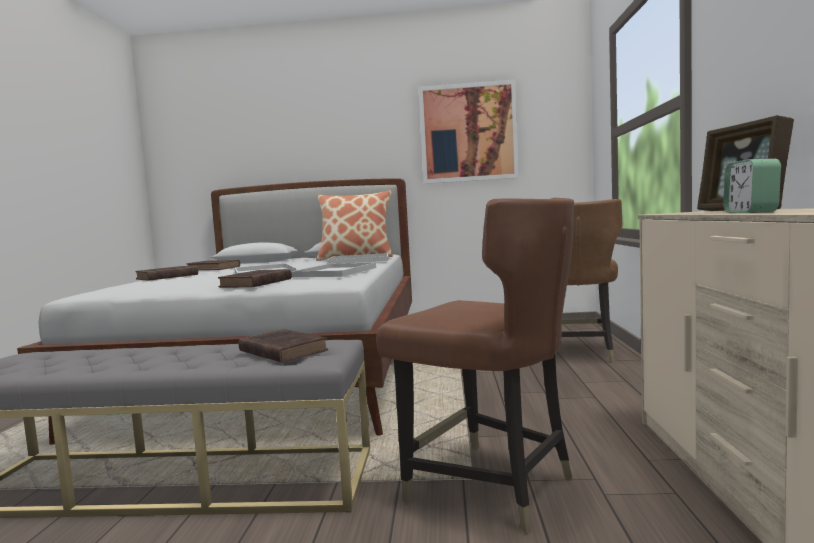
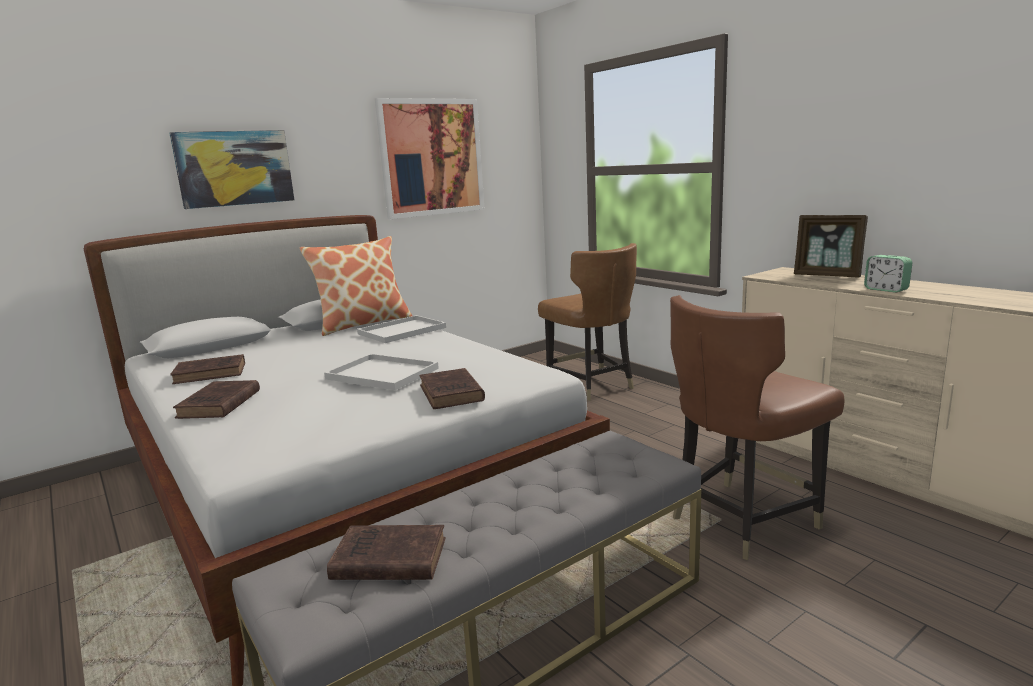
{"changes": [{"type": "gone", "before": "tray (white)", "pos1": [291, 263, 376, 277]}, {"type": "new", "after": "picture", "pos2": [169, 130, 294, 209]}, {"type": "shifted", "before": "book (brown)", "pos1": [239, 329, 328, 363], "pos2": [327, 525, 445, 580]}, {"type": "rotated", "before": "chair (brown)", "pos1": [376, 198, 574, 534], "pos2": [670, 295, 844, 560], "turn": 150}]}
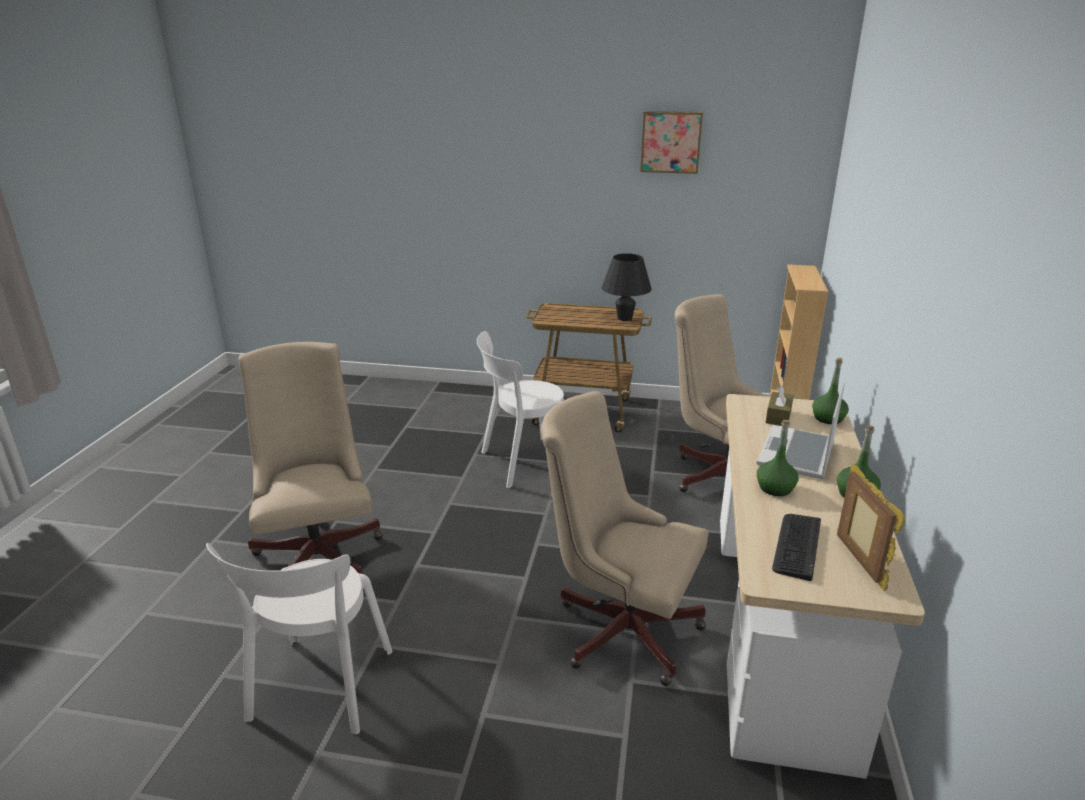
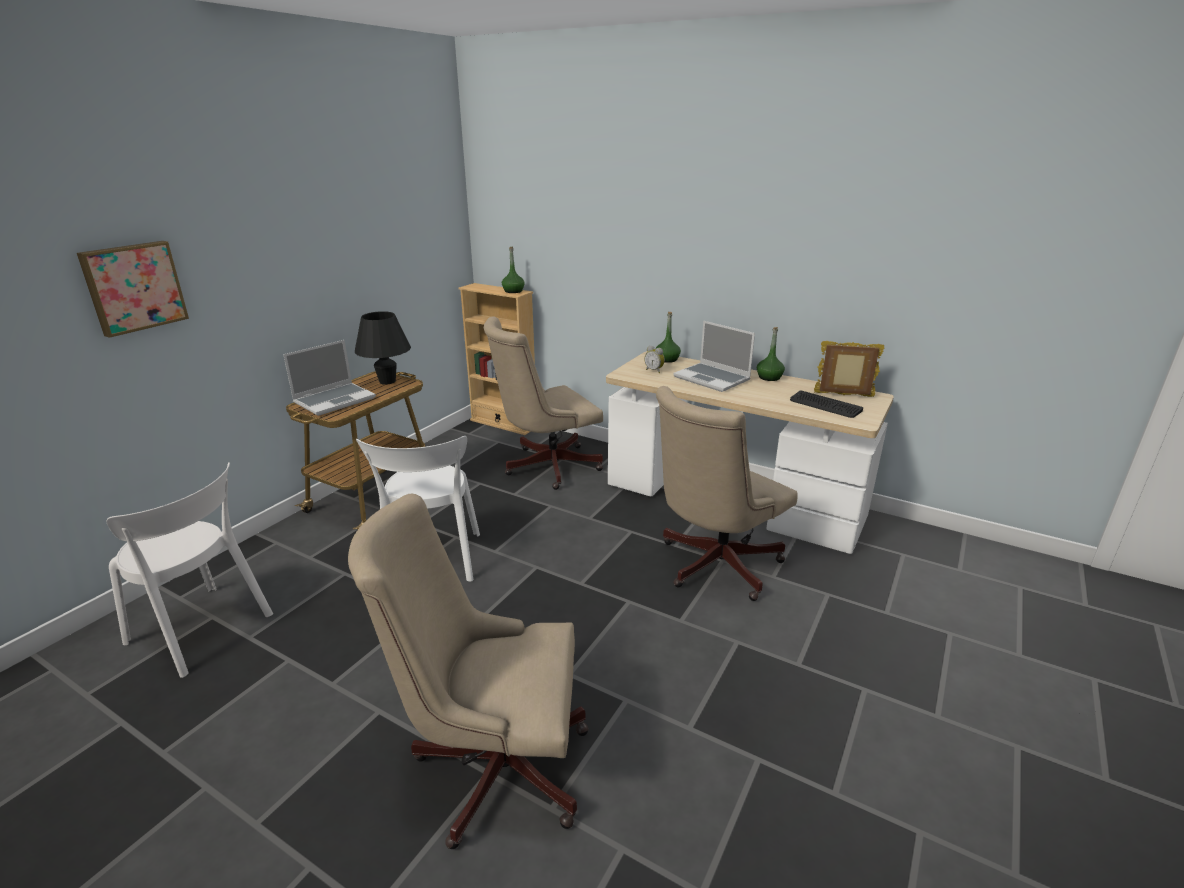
{"changes": [{"type": "new", "after": "laptop", "pos2": [283, 340, 376, 416]}, {"type": "shifted", "before": "chair (white)", "pos1": [206, 543, 392, 734], "pos2": [106, 462, 273, 678]}, {"type": "shifted", "before": "picture", "pos1": [640, 111, 703, 174], "pos2": [77, 241, 189, 338]}, {"type": "shifted", "before": "bottle (green)", "pos1": [757, 420, 799, 496], "pos2": [502, 246, 525, 293]}, {"type": "swapped", "before": "tissue box (brown)", "after": "alarm clock", "pos1": [765, 385, 794, 426], "pos2": [644, 345, 665, 373]}]}
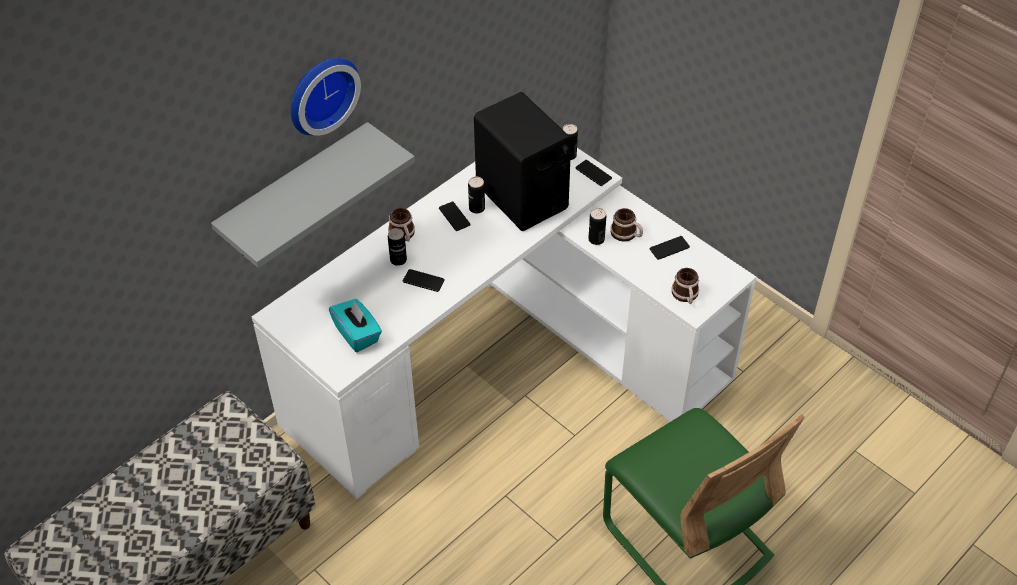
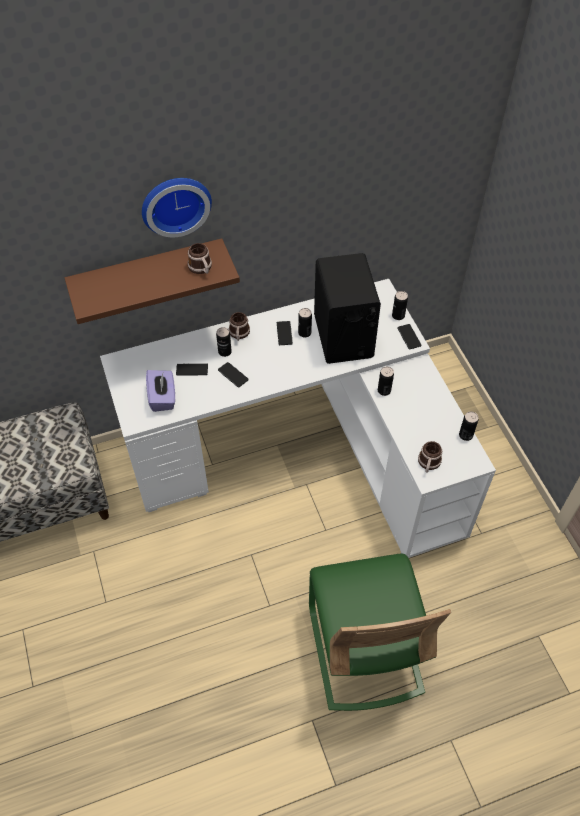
{"changes": [{"type": "new", "after": "can", "pos2": [459, 411, 479, 441]}, {"type": "shifted", "before": "mug", "pos1": [611, 208, 643, 242], "pos2": [187, 243, 212, 274]}, {"type": "shifted", "before": "phone", "pos1": [650, 236, 690, 260], "pos2": [176, 363, 208, 376]}, {"type": "repainted", "before": "shelf (grey)", "after": "shelf (brown)", "pos1": [211, 122, 415, 268], "pos2": [65, 238, 240, 324]}, {"type": "repainted", "before": "tissue box (turquoise)", "after": "tissue box (purple)", "pos1": [329, 299, 382, 352], "pos2": [146, 370, 175, 412]}]}
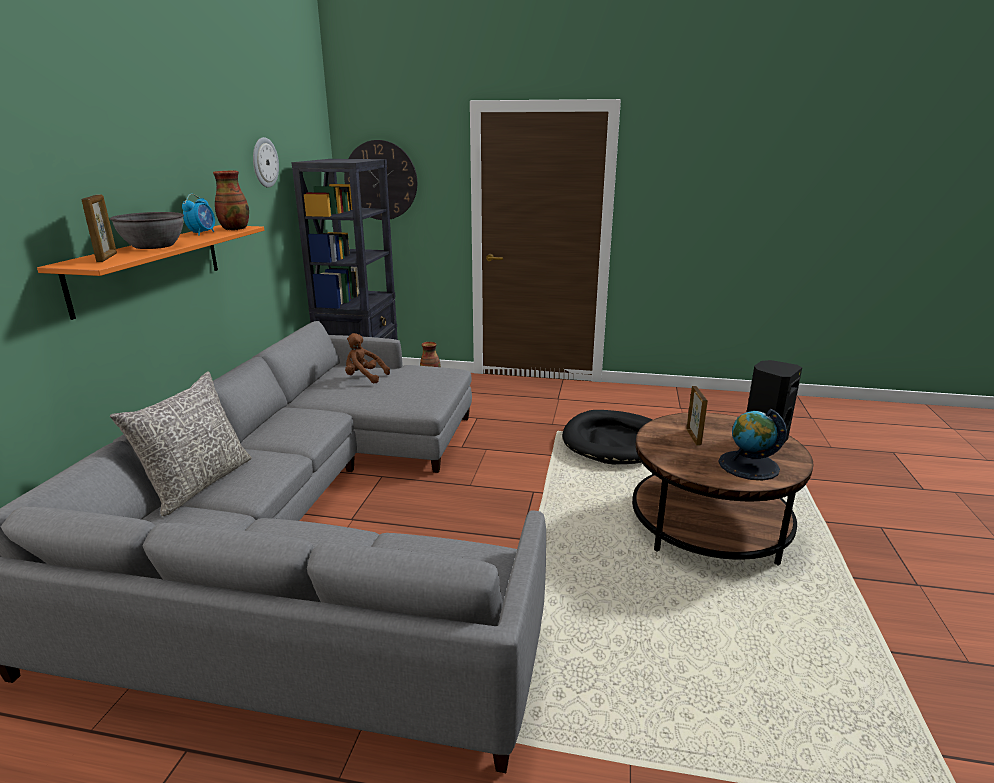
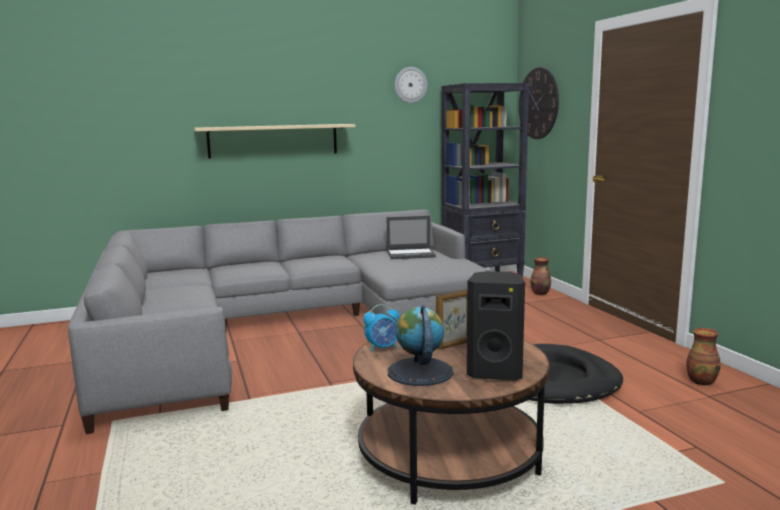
{"changes": [{"type": "gone", "before": "picture frame", "pos1": [81, 194, 117, 262]}, {"type": "gone", "before": "bowl (grey)", "pos1": [110, 212, 184, 249]}, {"type": "gone", "before": "pillow (grey)", "pos1": [110, 372, 252, 516]}, {"type": "shifted", "before": "alarm clock", "pos1": [182, 194, 215, 236], "pos2": [363, 304, 399, 352]}, {"type": "shifted", "before": "vase", "pos1": [213, 171, 249, 230], "pos2": [686, 328, 721, 385]}, {"type": "swapped", "before": "plush toy (brown)", "after": "laptop", "pos1": [345, 333, 390, 383], "pos2": [386, 216, 436, 259]}, {"type": "repainted", "before": "shelf (orange)", "after": "shelf (beige)", "pos1": [37, 225, 264, 320], "pos2": [194, 124, 355, 159]}]}
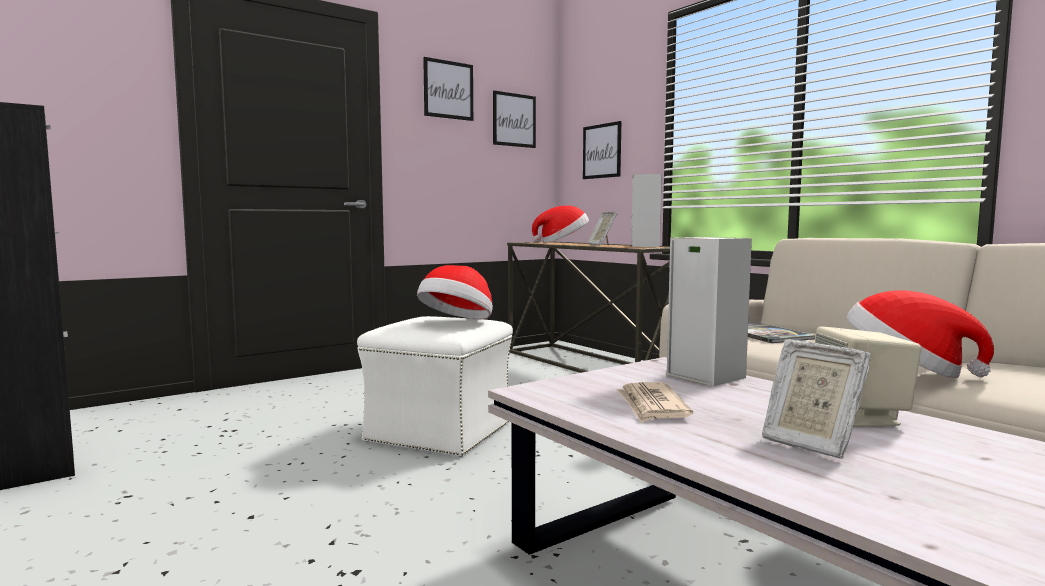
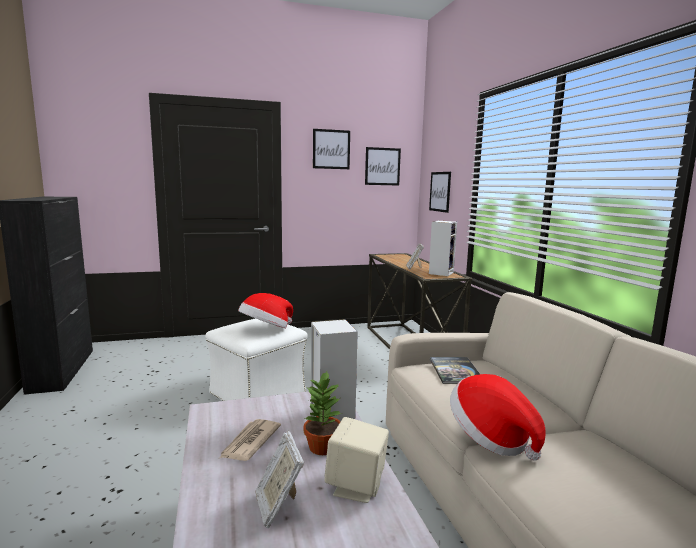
{"changes": [{"type": "gone", "before": "hat", "pos1": [532, 206, 589, 243]}, {"type": "new", "after": "potted plant", "pos2": [303, 371, 342, 455]}]}
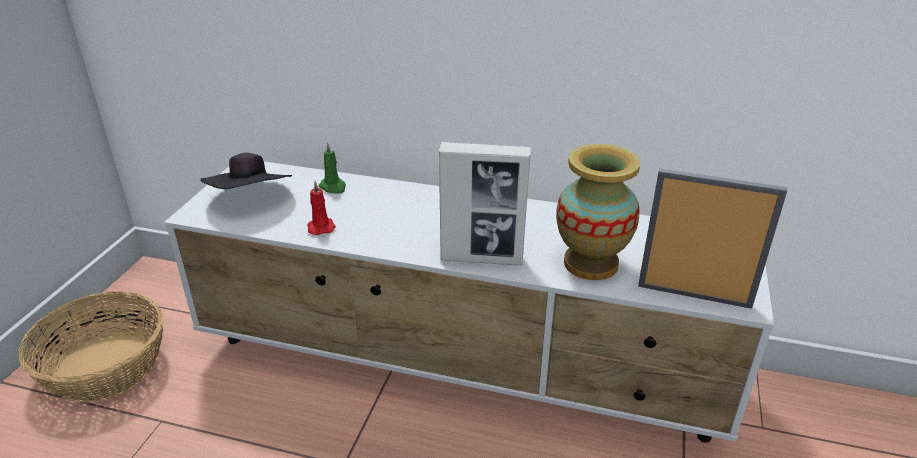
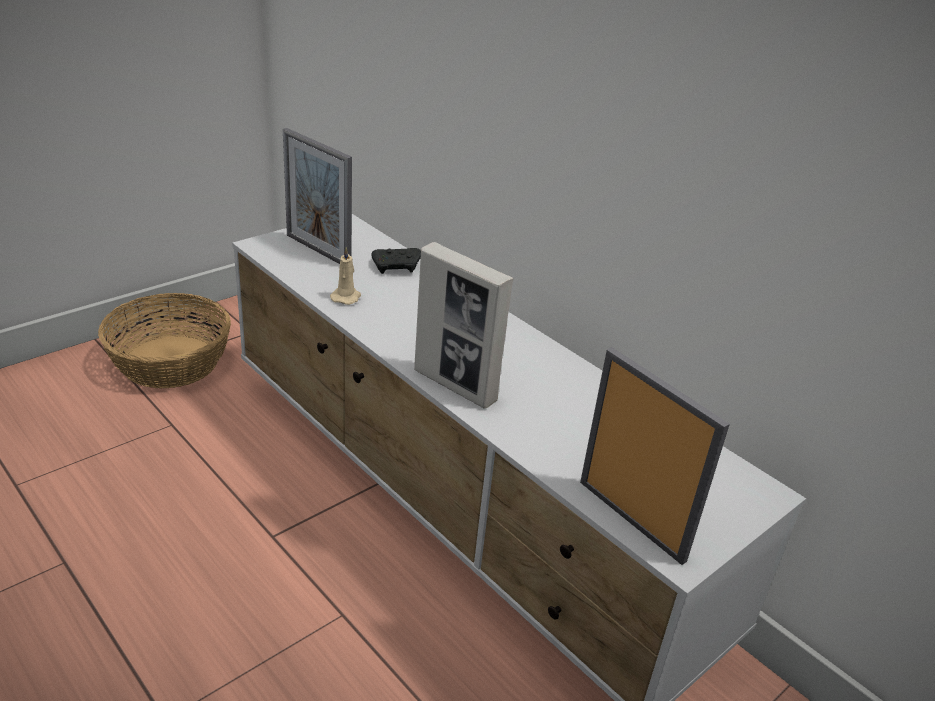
{"changes": [{"type": "gone", "before": "vase", "pos1": [556, 144, 640, 280]}, {"type": "swapped", "before": "hat (black)", "after": "picture frame", "pos1": [200, 153, 292, 189], "pos2": [283, 128, 352, 264]}, {"type": "swapped", "before": "candle (green)", "after": "game controller (black)", "pos1": [318, 143, 346, 194], "pos2": [371, 248, 421, 274]}, {"type": "repainted", "before": "candle (red)", "after": "candle (beige)", "pos1": [307, 181, 336, 235], "pos2": [330, 247, 361, 305]}]}
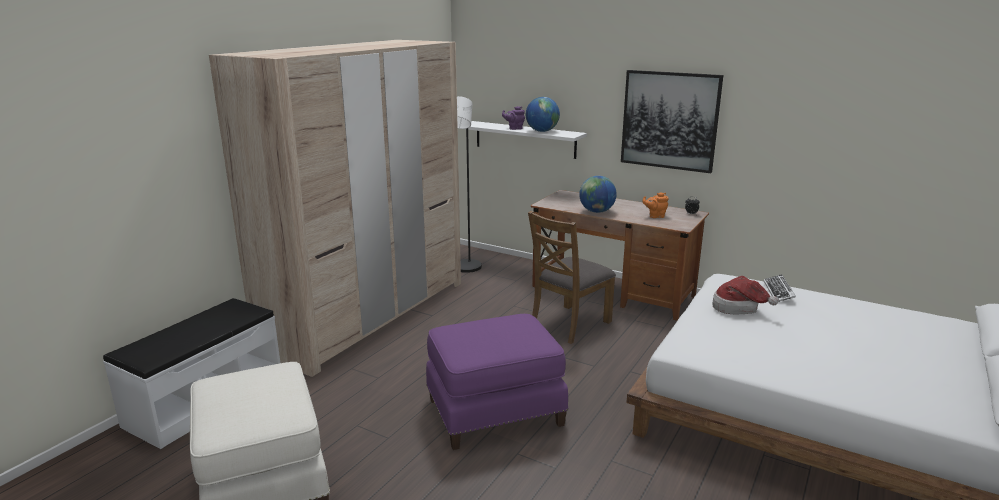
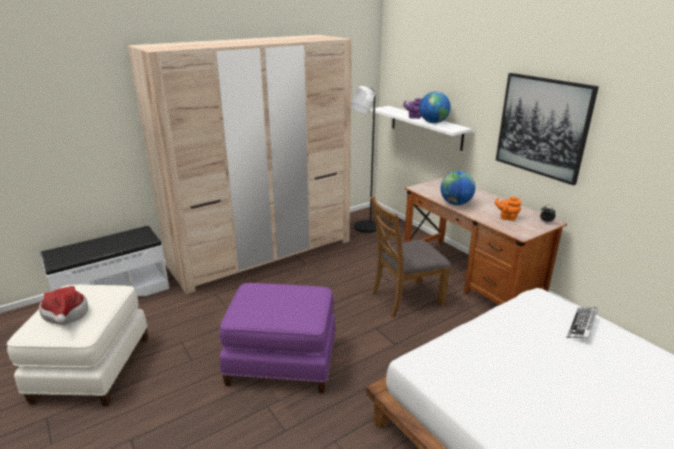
{"changes": [{"type": "shifted", "before": "hat", "pos1": [713, 276, 778, 314], "pos2": [39, 286, 88, 325]}]}
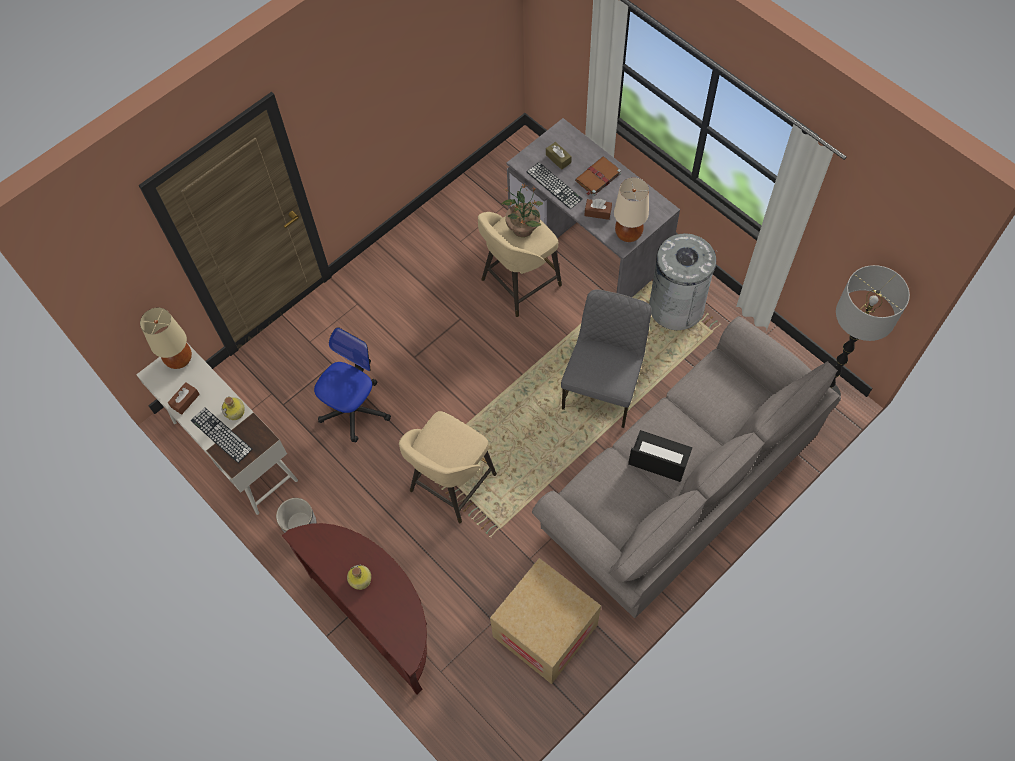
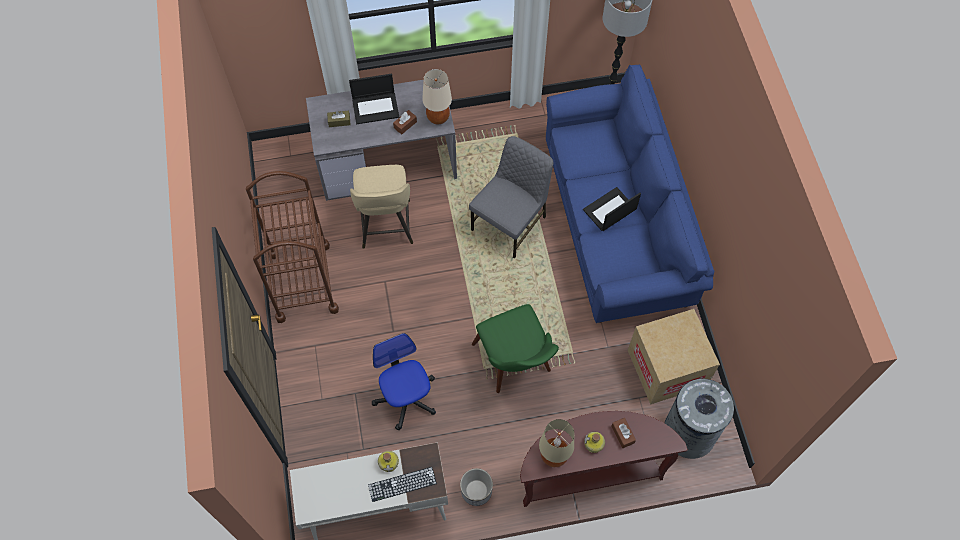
{"changes": [{"type": "gone", "before": "potted plant", "pos1": [501, 183, 543, 237]}, {"type": "gone", "before": "keyboard", "pos1": [527, 162, 583, 209]}, {"type": "new", "after": "cart (brown)", "pos2": [246, 171, 339, 323]}, {"type": "shifted", "before": "table lamp (beige)", "pos1": [140, 308, 192, 369], "pos2": [539, 419, 574, 467]}, {"type": "shifted", "before": "tissue box (brown)", "pos1": [168, 382, 200, 415], "pos2": [611, 418, 636, 448]}, {"type": "shifted", "before": "trash can (grey)", "pos1": [649, 233, 717, 330], "pos2": [665, 378, 734, 459]}, {"type": "swapped", "before": "stool (beige)", "after": "chair (green)", "pos1": [399, 411, 497, 523], "pos2": [472, 304, 559, 393]}, {"type": "swapped", "before": "book (brown)", "after": "laptop", "pos1": [575, 157, 621, 196], "pos2": [349, 74, 399, 124]}, {"type": "repainted", "before": "sofa (grey)", "after": "sofa (blue)", "pos1": [532, 316, 841, 618], "pos2": [546, 64, 714, 323]}, {"type": "rotated", "before": "chair (grey)", "pos1": [561, 290, 652, 428], "pos2": [469, 136, 554, 259], "turn": 75}]}
